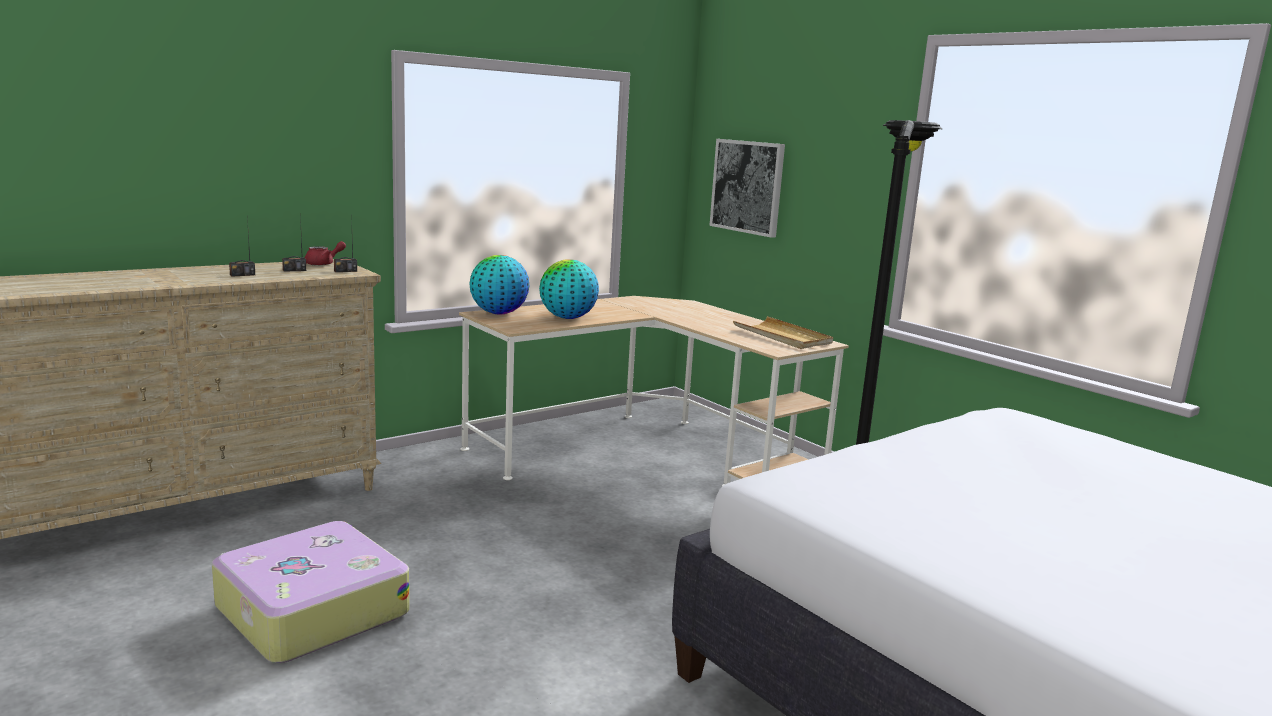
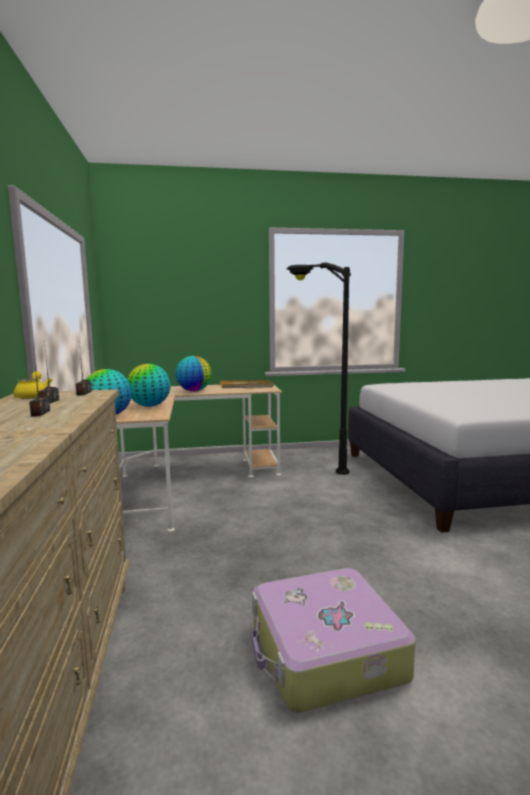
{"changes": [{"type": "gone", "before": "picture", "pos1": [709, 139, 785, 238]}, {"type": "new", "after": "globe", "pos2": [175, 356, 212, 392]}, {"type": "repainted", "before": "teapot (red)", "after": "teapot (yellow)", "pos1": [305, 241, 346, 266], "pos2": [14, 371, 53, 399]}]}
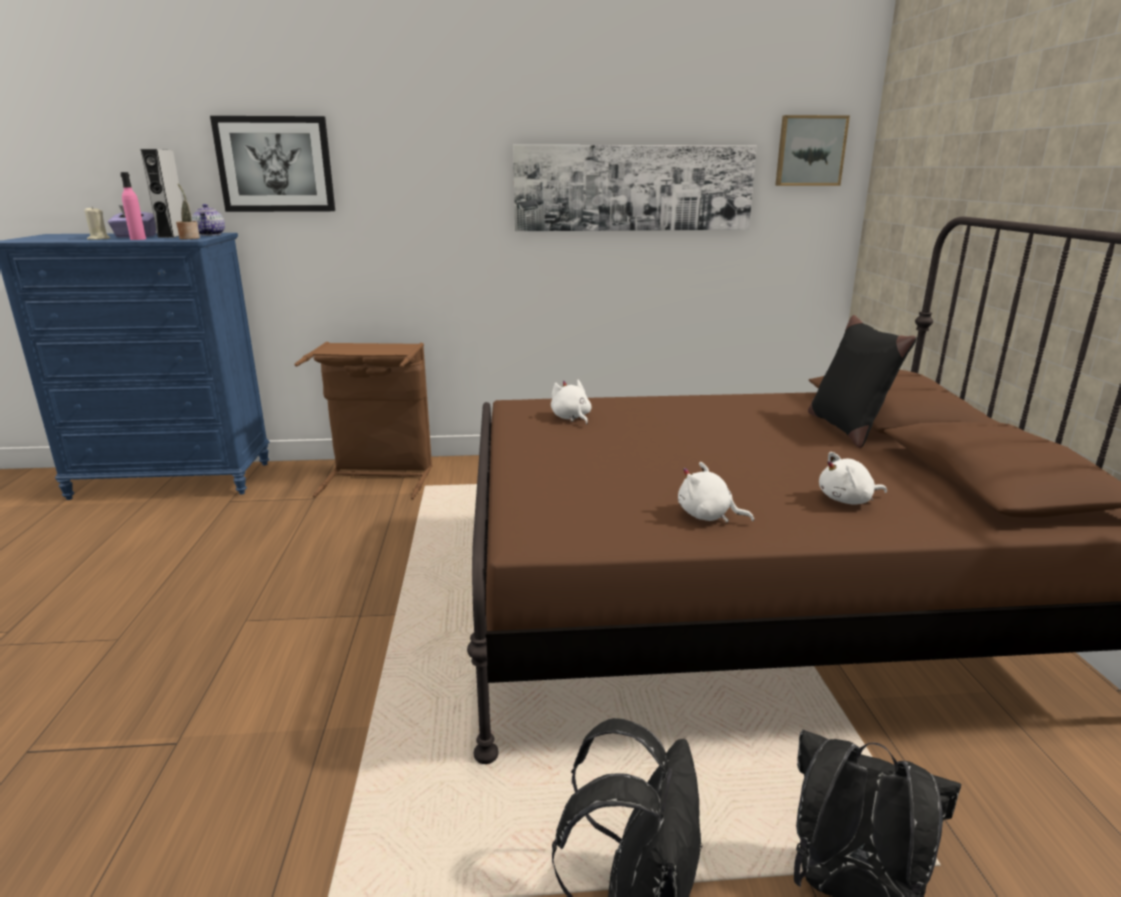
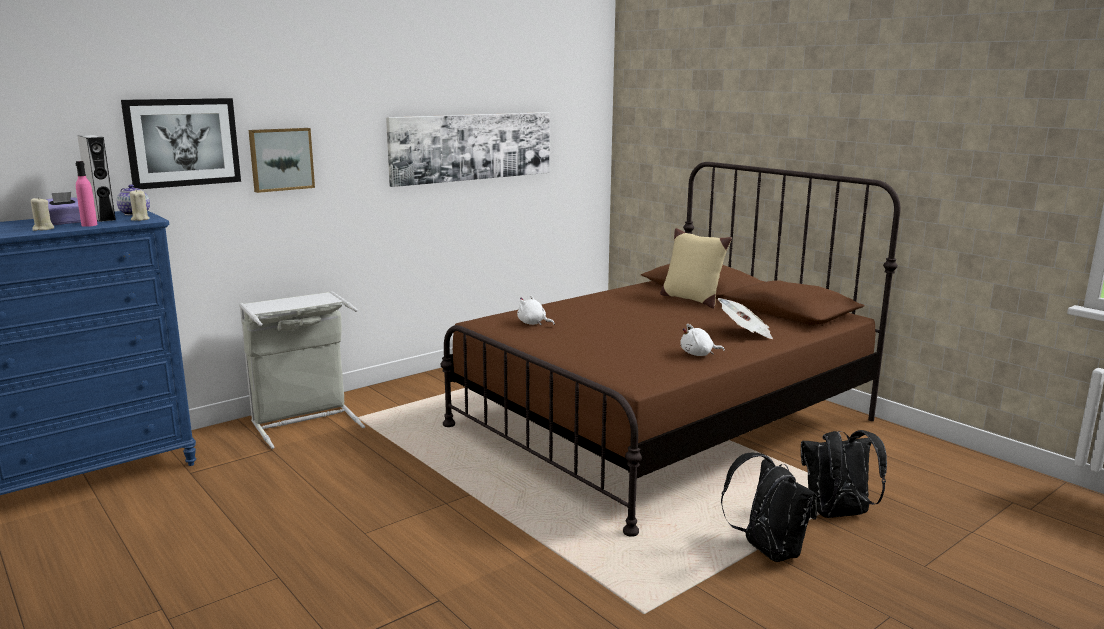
{"changes": [{"type": "shifted", "before": "picture", "pos1": [775, 115, 850, 186], "pos2": [249, 128, 315, 193]}, {"type": "swapped", "before": "potted plant", "after": "candle (beige)", "pos1": [176, 183, 200, 239], "pos2": [129, 189, 150, 221]}, {"type": "swapped", "before": "plush toy (white)", "after": "newspaper", "pos1": [819, 452, 887, 505], "pos2": [718, 298, 773, 339]}, {"type": "repainted", "before": "laundry basket (brown)", "after": "laundry basket (grey)", "pos1": [295, 342, 433, 499], "pos2": [239, 291, 365, 449]}, {"type": "repainted", "before": "pillow (black)", "after": "pillow (beige)", "pos1": [808, 315, 916, 448], "pos2": [660, 228, 732, 309]}]}
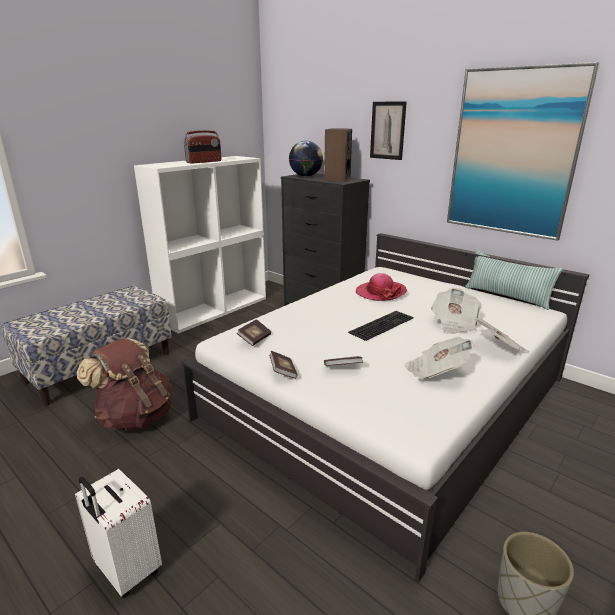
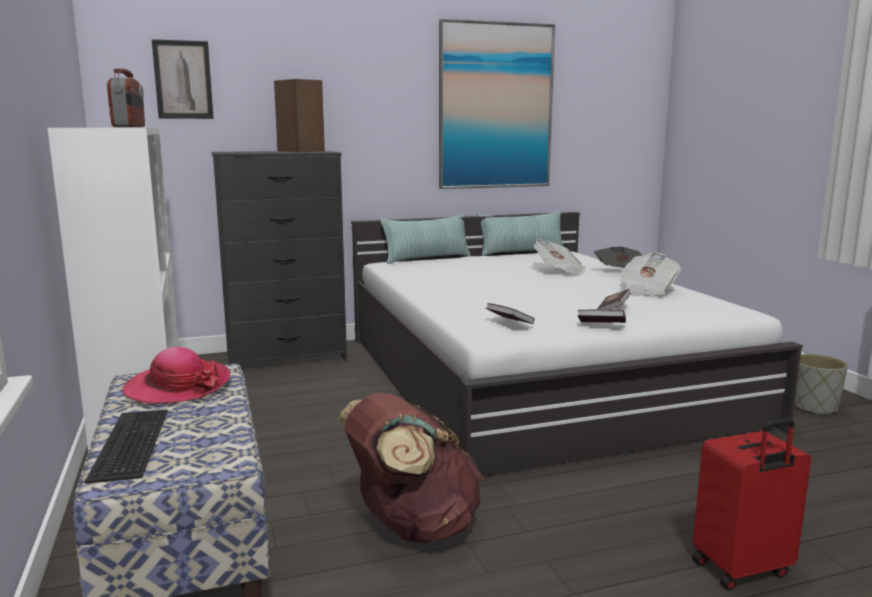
{"changes": [{"type": "gone", "before": "globe", "pos1": [289, 141, 323, 177]}, {"type": "new", "after": "pillow", "pos2": [380, 213, 471, 264]}, {"type": "shifted", "before": "keyboard", "pos1": [348, 311, 414, 341], "pos2": [85, 409, 168, 484]}, {"type": "shifted", "before": "hat", "pos1": [356, 273, 407, 301], "pos2": [122, 347, 230, 404]}, {"type": "shifted", "before": "picture", "pos1": [370, 101, 407, 160], "pos2": [152, 39, 214, 119]}, {"type": "repainted", "before": "suitcase (white)", "after": "suitcase (red)", "pos1": [75, 469, 162, 598], "pos2": [692, 418, 811, 590]}]}
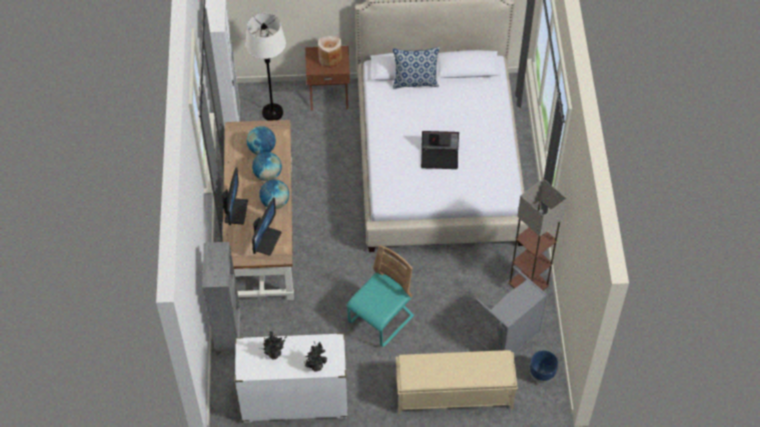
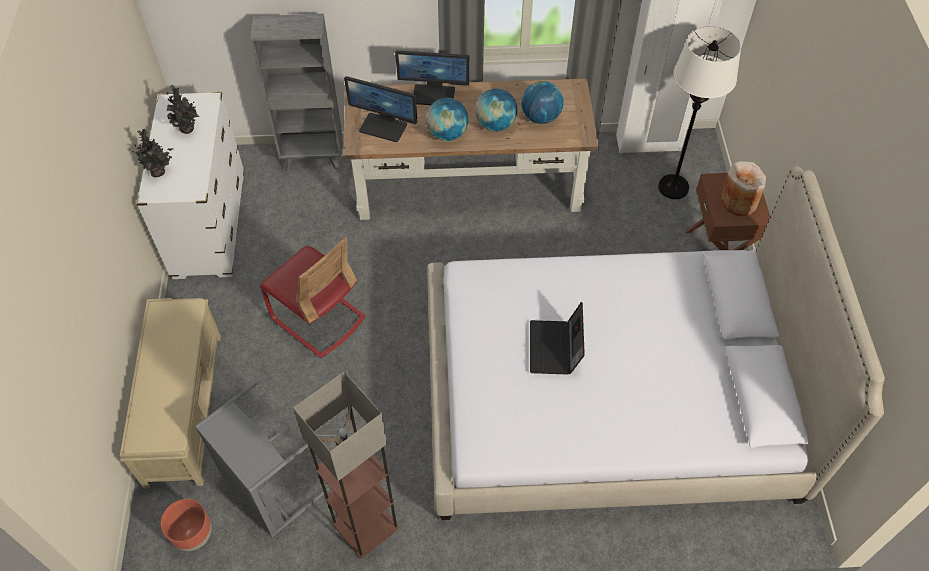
{"changes": [{"type": "gone", "before": "pillow", "pos1": [393, 47, 440, 89]}, {"type": "repainted", "before": "chair (turquoise)", "after": "chair (red)", "pos1": [347, 245, 414, 347], "pos2": [260, 236, 366, 358]}, {"type": "repainted", "before": "planter (blue)", "after": "planter (brown)", "pos1": [530, 350, 558, 383], "pos2": [161, 499, 212, 551]}]}
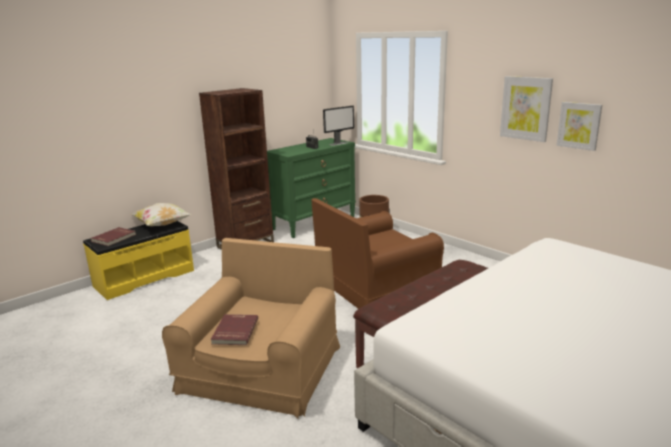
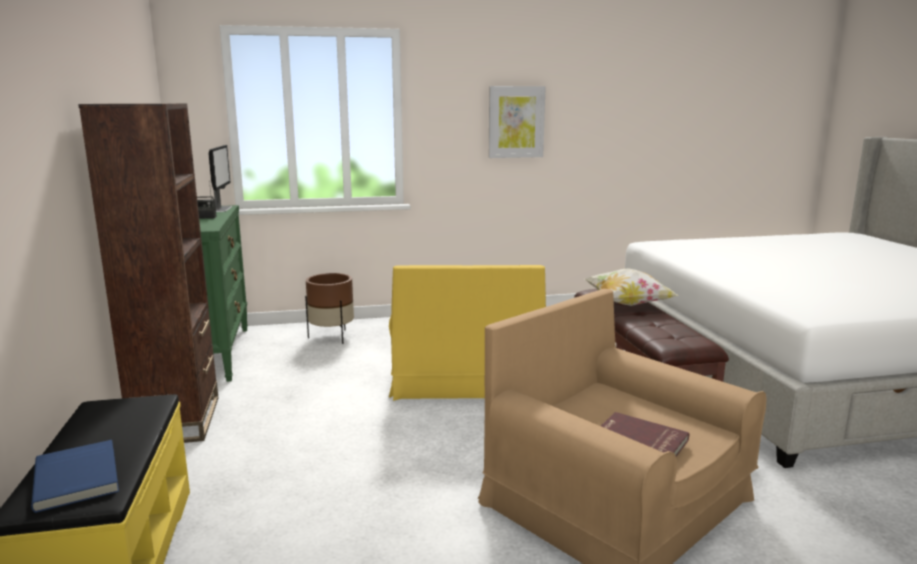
{"changes": [{"type": "gone", "before": "picture", "pos1": [557, 102, 602, 151]}, {"type": "shifted", "before": "pillow", "pos1": [131, 203, 191, 226], "pos2": [585, 269, 677, 306]}, {"type": "repainted", "before": "book (red)", "after": "book (blue)", "pos1": [91, 227, 136, 246], "pos2": [31, 440, 119, 513]}, {"type": "repainted", "before": "armchair (brown)", "after": "armchair (yellow)", "pos1": [311, 198, 444, 309], "pos2": [389, 265, 546, 401]}]}
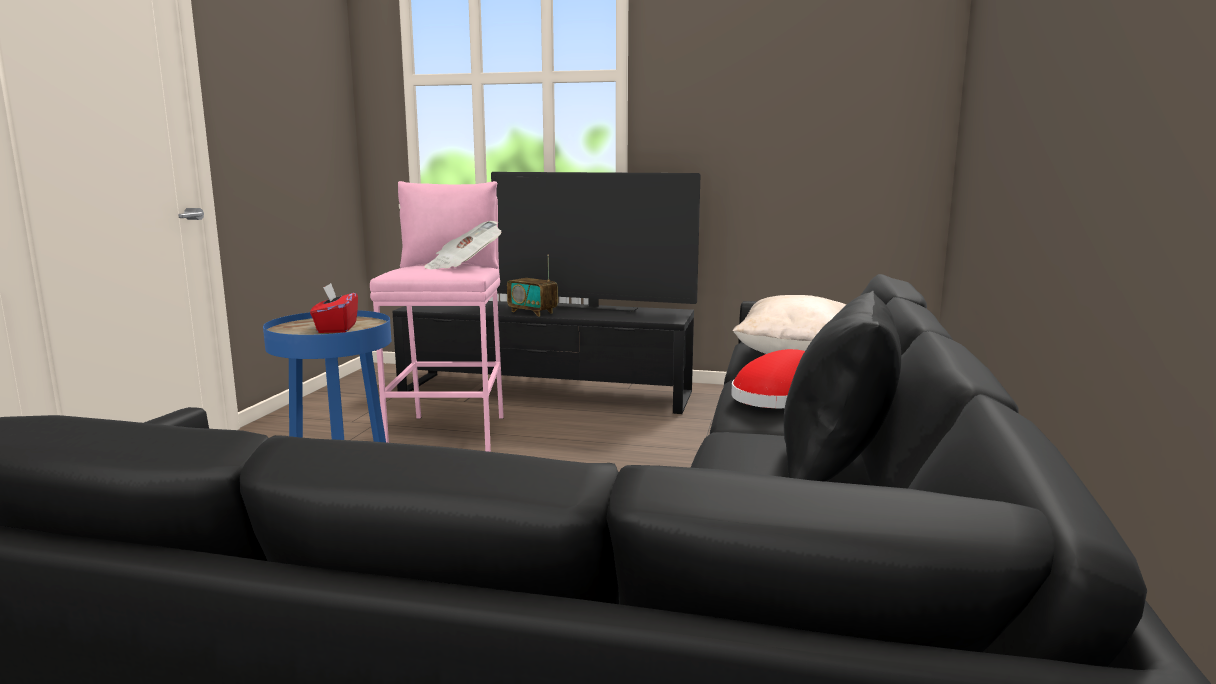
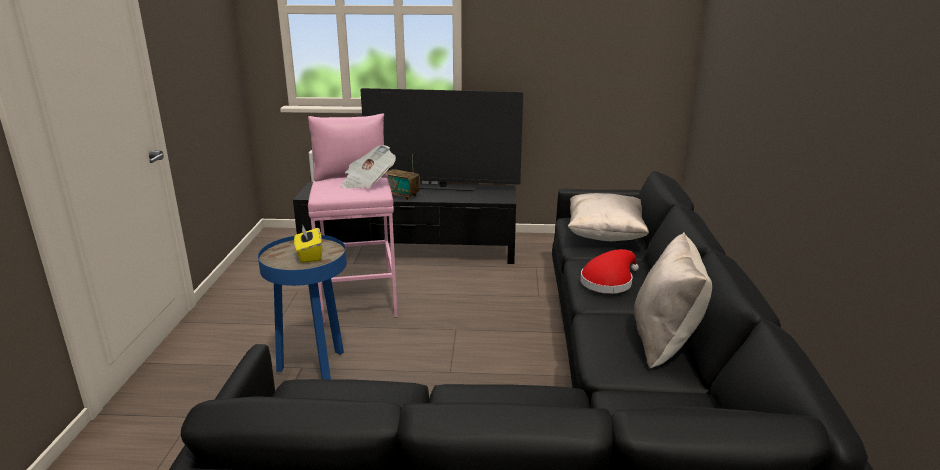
{"changes": [{"type": "repainted", "before": "tissue box (red)", "after": "tissue box (yellow)", "pos1": [310, 283, 358, 333], "pos2": [294, 224, 322, 263]}, {"type": "repainted", "before": "pillow (black)", "after": "pillow (beige)", "pos1": [784, 291, 901, 482], "pos2": [634, 232, 712, 369]}]}
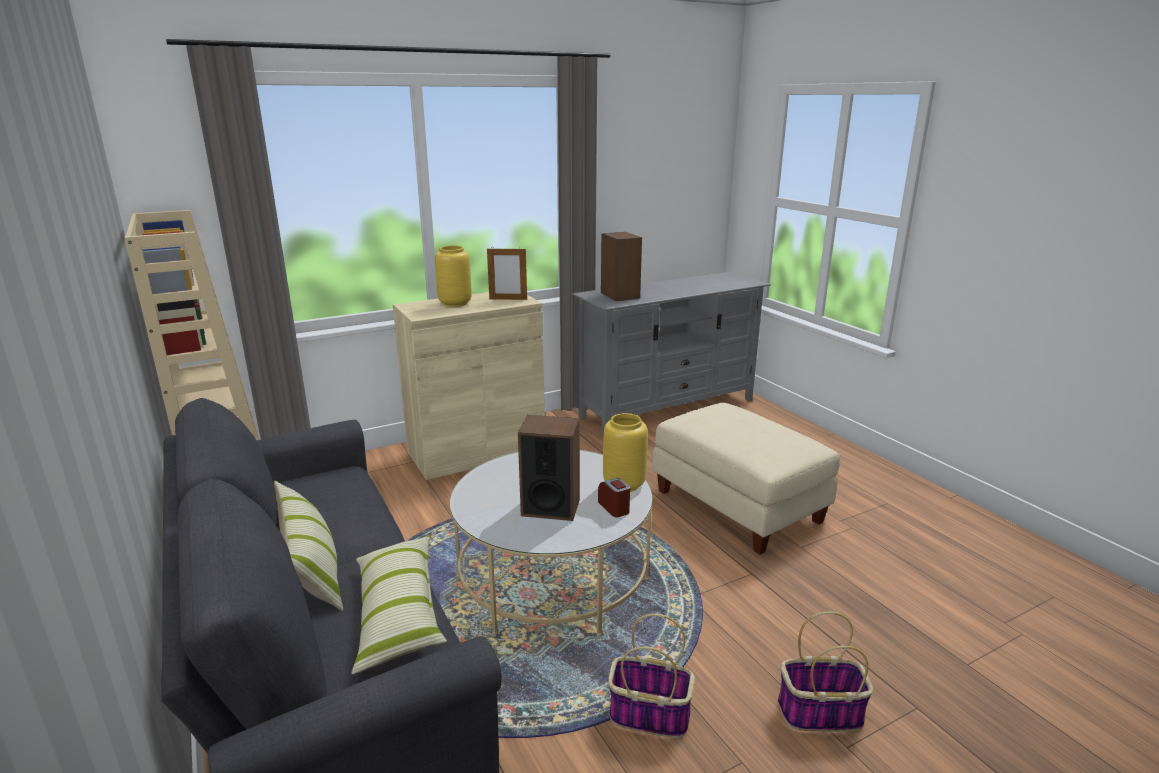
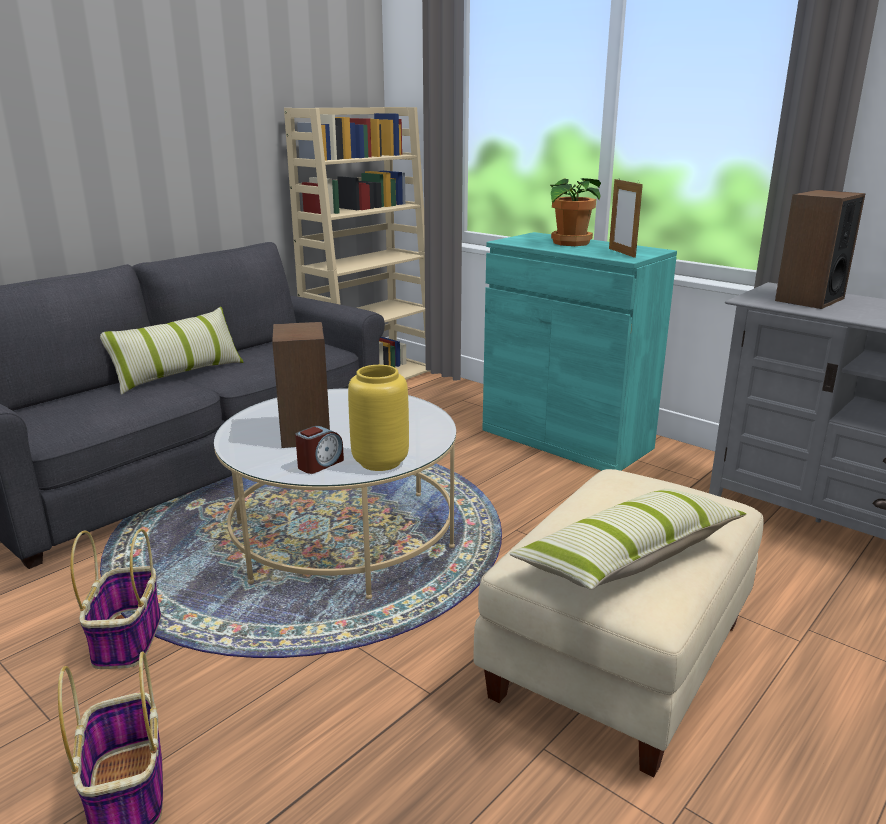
{"changes": [{"type": "shifted", "before": "pillow", "pos1": [351, 535, 447, 675], "pos2": [509, 489, 746, 590]}, {"type": "swapped", "before": "vase (yellow)", "after": "potted plant", "pos1": [435, 246, 472, 307], "pos2": [550, 178, 601, 246]}, {"type": "repainted", "before": "cabinet (beige)", "after": "cabinet (turquoise)", "pos1": [393, 292, 545, 480], "pos2": [483, 232, 677, 471]}]}
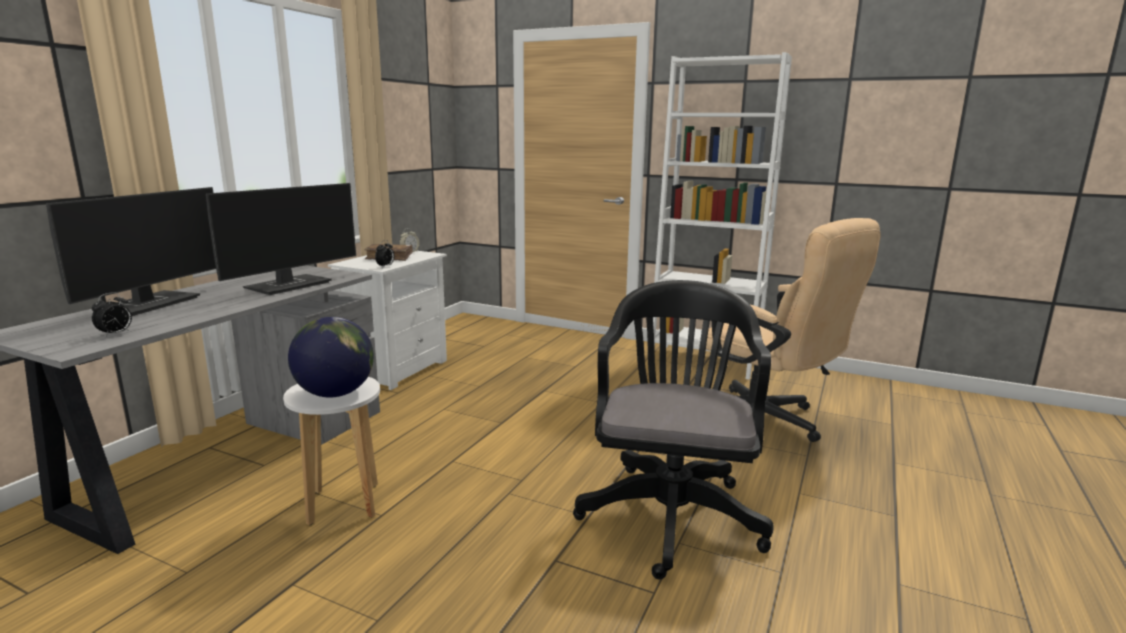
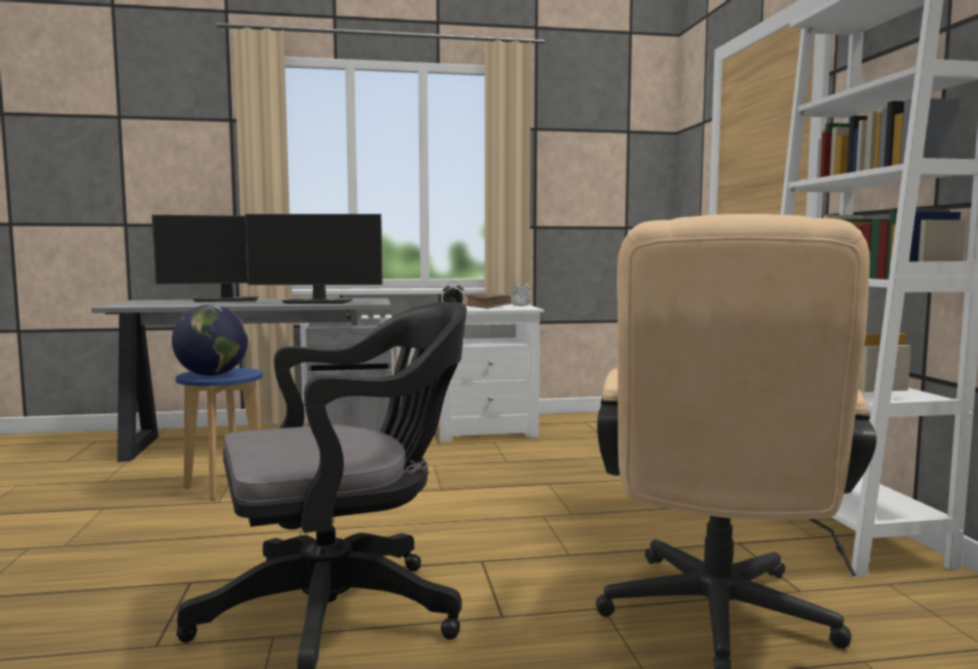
{"changes": [{"type": "gone", "before": "alarm clock", "pos1": [92, 292, 132, 337]}, {"type": "repainted", "before": "stool (white)", "after": "stool (blue)", "pos1": [283, 377, 380, 525], "pos2": [176, 368, 263, 501]}]}
